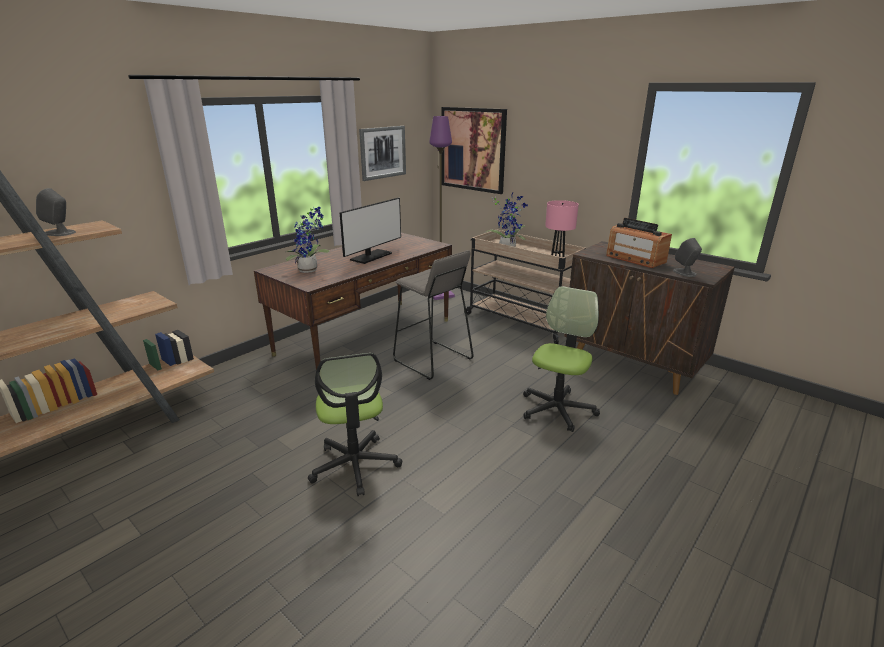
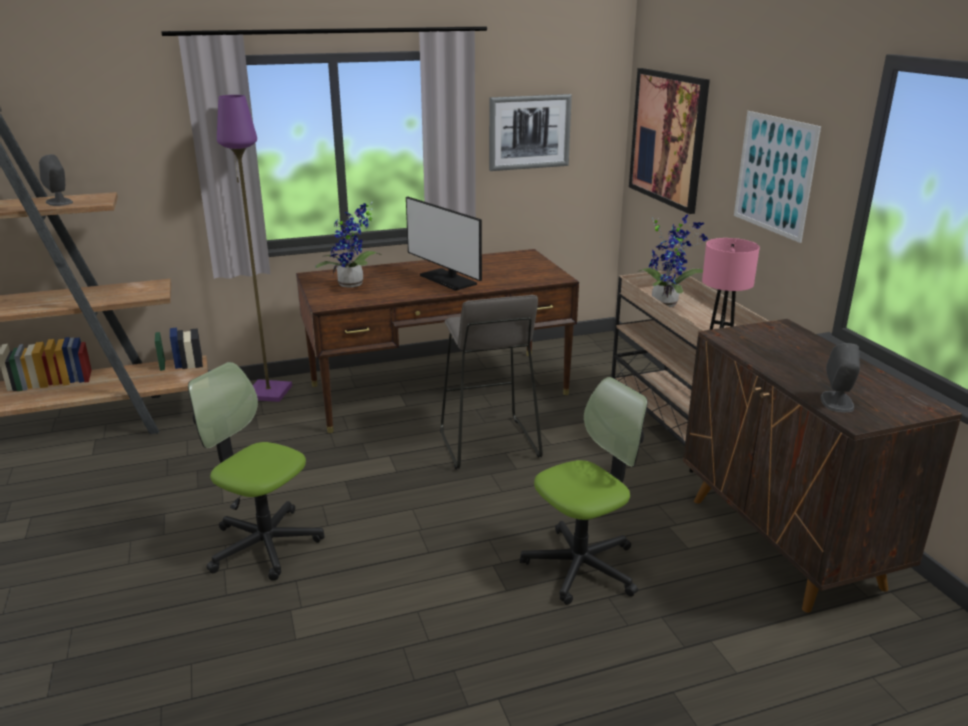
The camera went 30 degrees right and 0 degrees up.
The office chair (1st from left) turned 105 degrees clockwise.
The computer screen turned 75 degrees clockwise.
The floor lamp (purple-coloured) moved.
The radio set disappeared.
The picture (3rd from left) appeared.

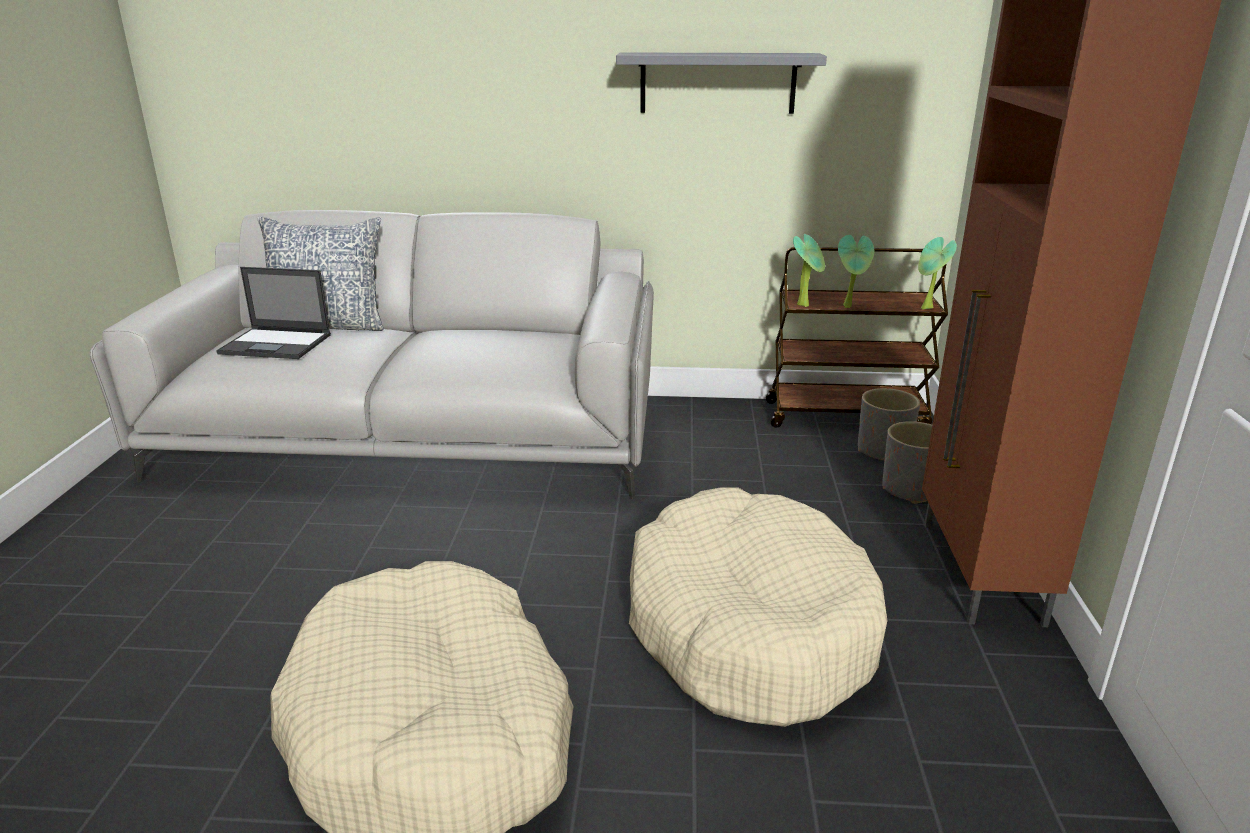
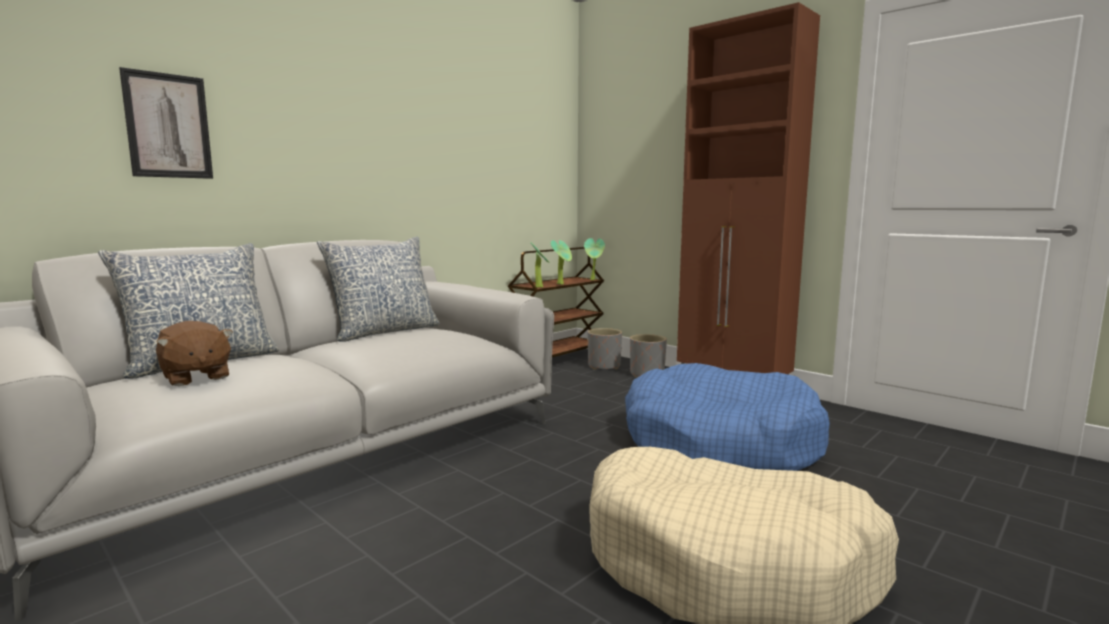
The camera went 50 degrees left and 15 degrees down.
The portable computer was replaced by the plush toy (brown-coloured).
The bracket shelf (grey) disappeared.
The dog bed (beige-coloured) (2nd from left) became the dog bed (blue-coloured).
The picture appeared.
The throw pillow (2nd from left) appeared.

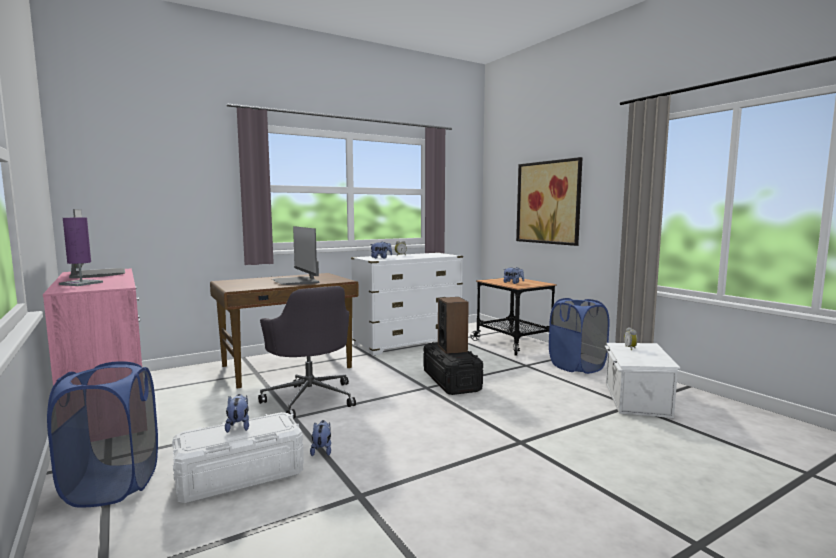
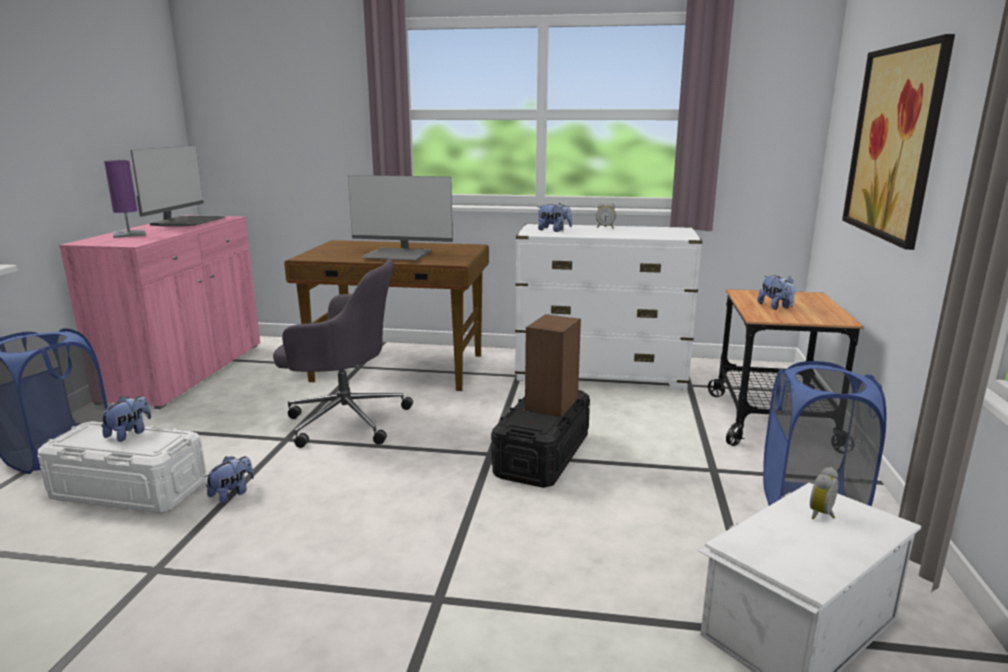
The camera went 40 degrees right and 10 degrees up.
The office chair (grey) turned 90 degrees counterclockwise.
The computer screen (2nd from left) turned 90 degrees counterclockwise.

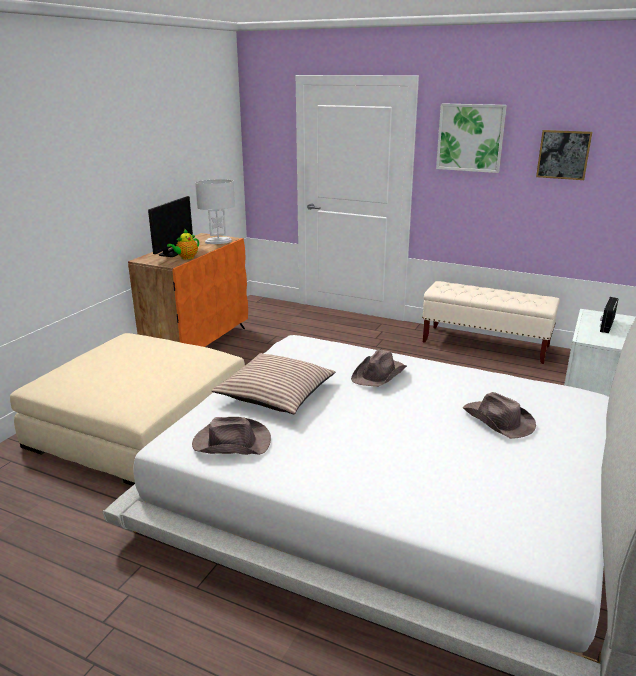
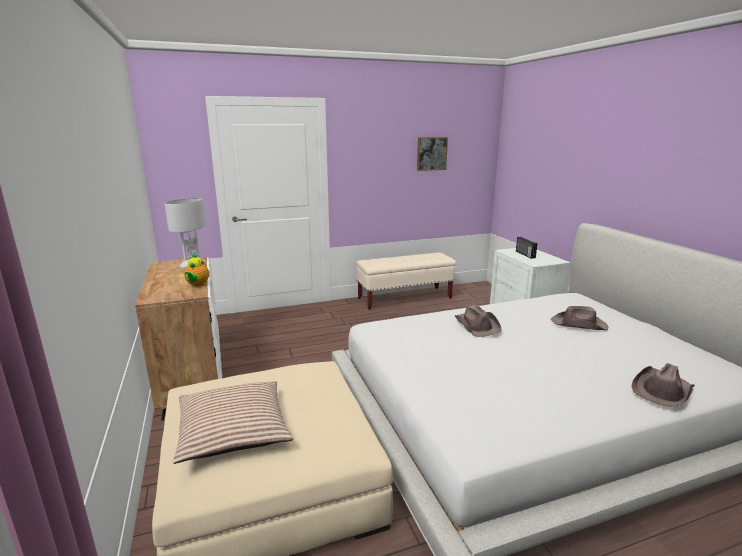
The camera went 45 degrees left and 5 degrees down.
The cabinet (orangey) became the cabinet (whitish).
The computer screen disappeared.
The hat (brown-coloured) (1st from left in the first image) moved.
The throw pillow moved.
The picture (1st from left) disappeared.

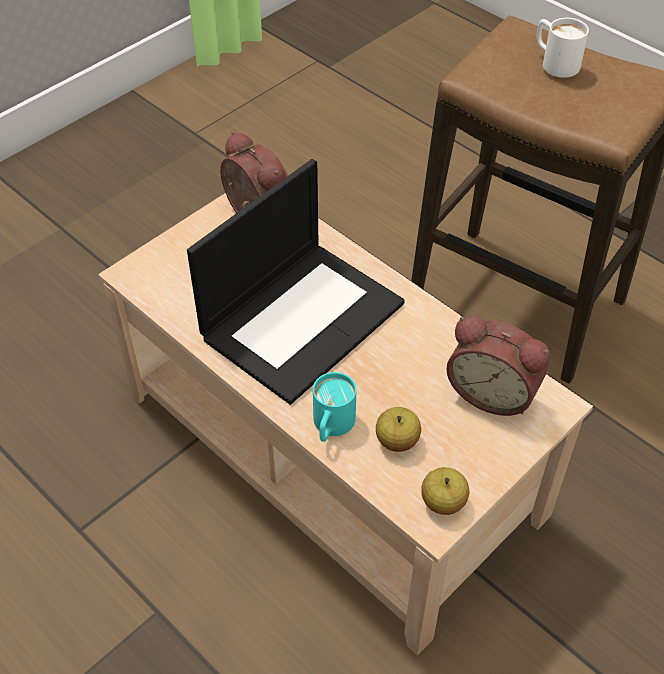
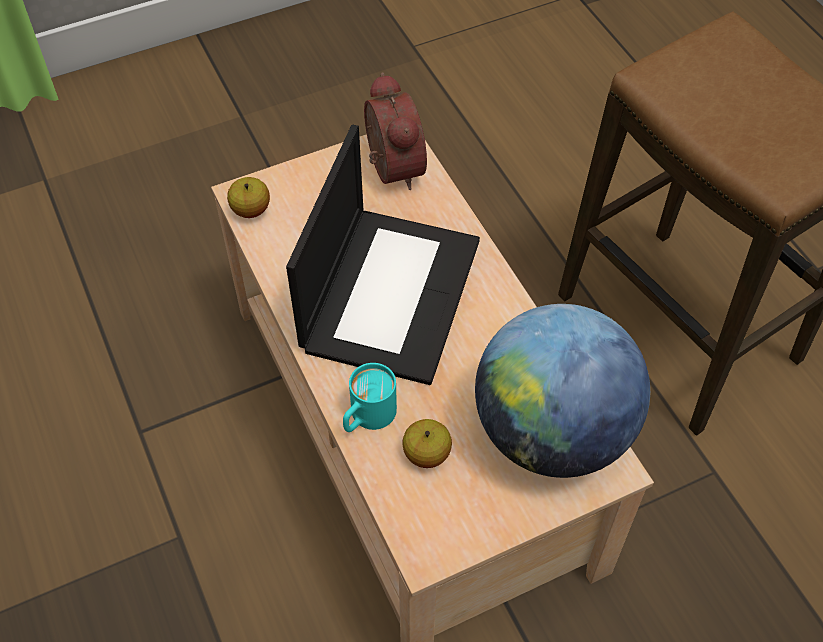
The camera went 20 degrees right and 5 degrees up.
The portable computer turned 45 degrees counterclockwise.
The whole apple (2nd from left in the first image) moved.
The table clock (2nd from left) was replaced by the desk globe.
The tea mug (whitish) disappeared.

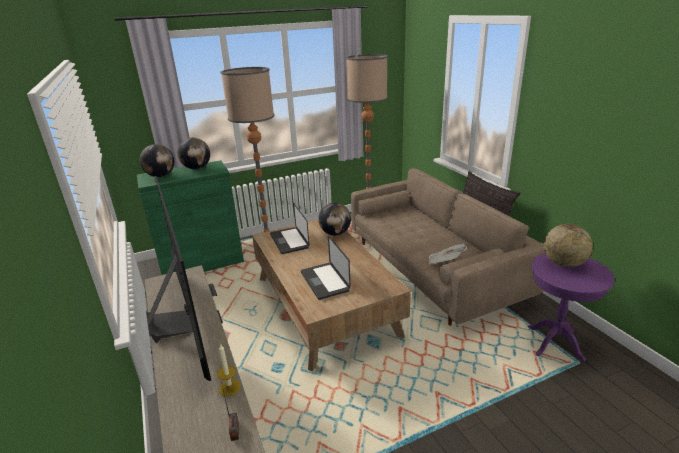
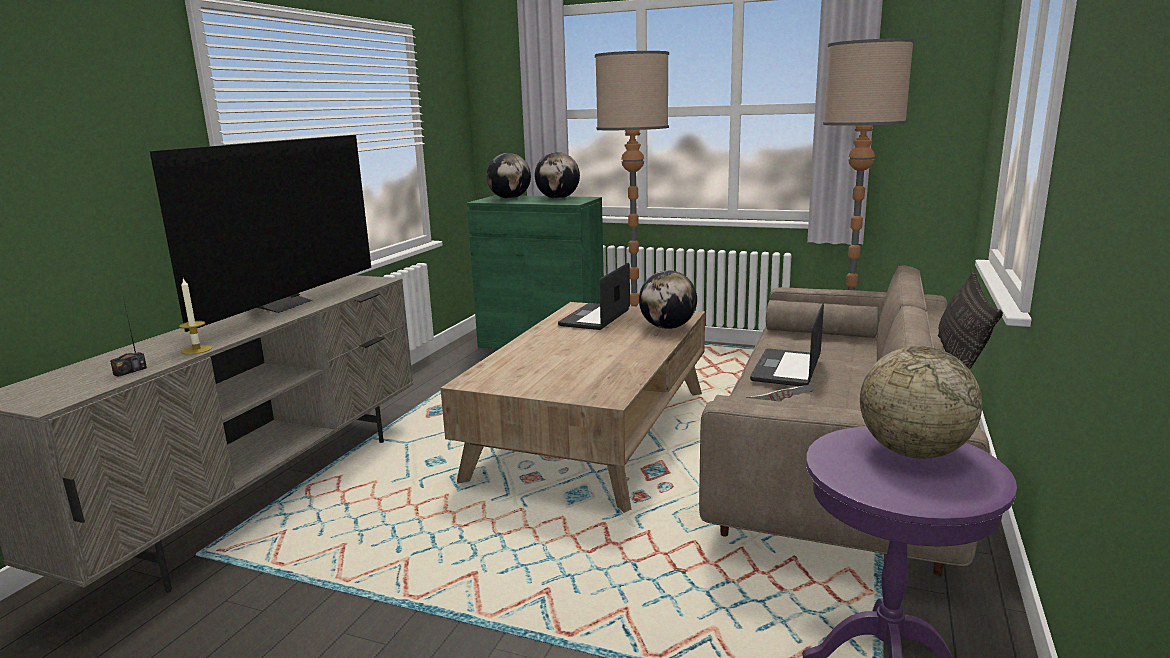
The camera went 45 degrees right and 10 degrees down.
The portable computer (2nd from left) moved.

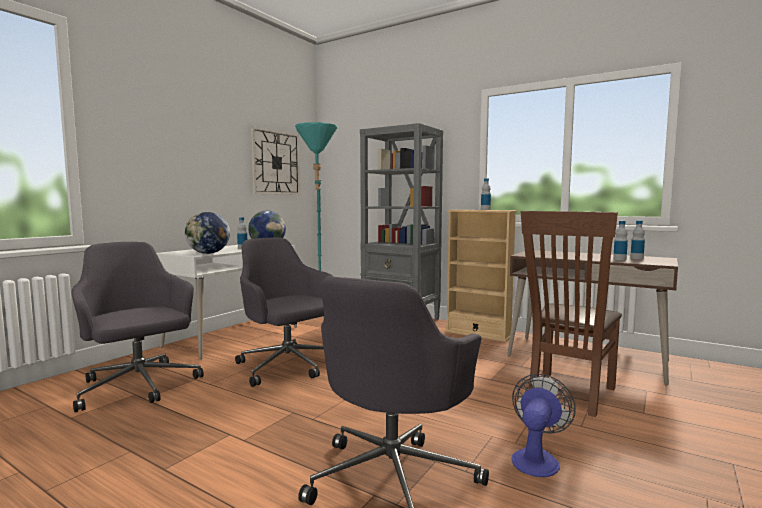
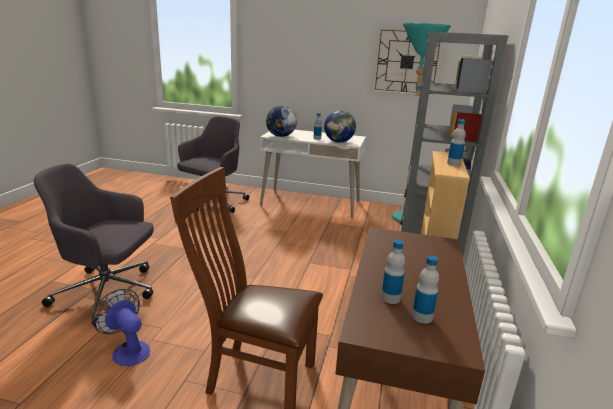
The camera went 70 degrees right and 15 degrees up.
The office chair (grey) (2nd from left) disappeared.
The electric fan turned 150 degrees counterclockwise.

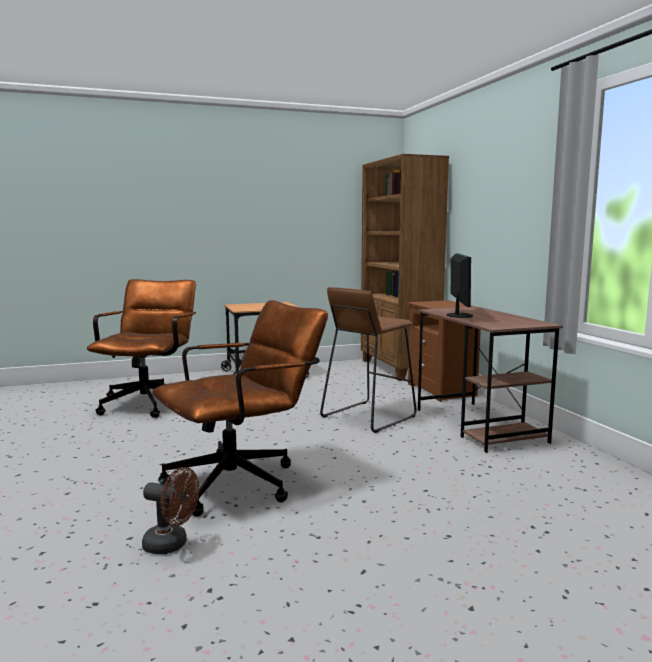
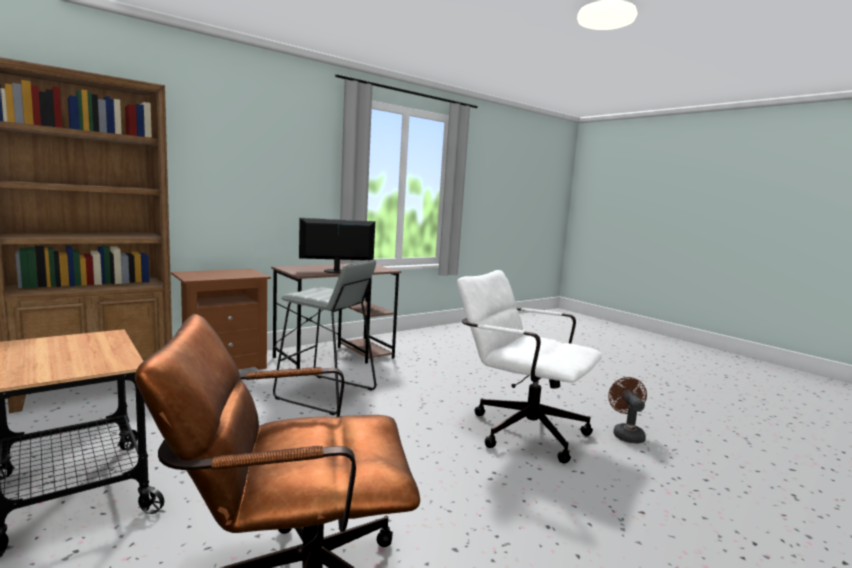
The camera went 110 degrees left and 0 degrees up.
The office chair (brown-coloured) (2nd from left) became the office chair (whitish).
The stool (brown-coloured) became the stool (grey).

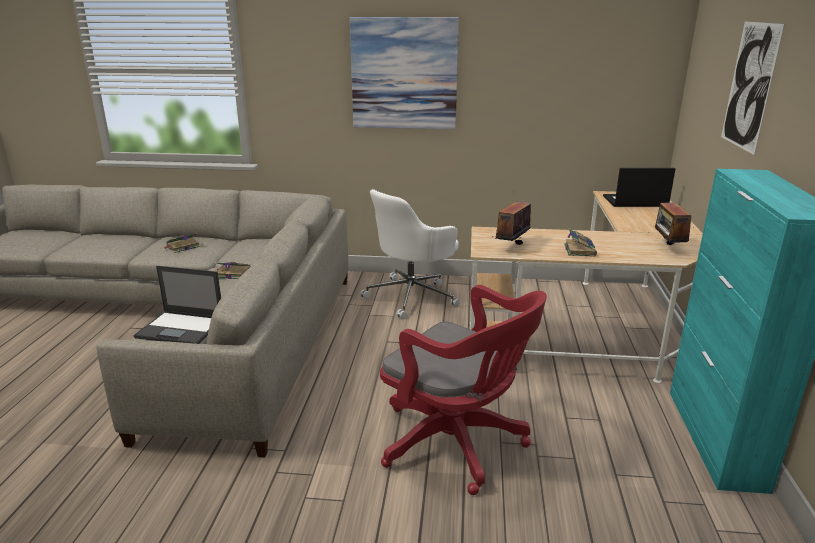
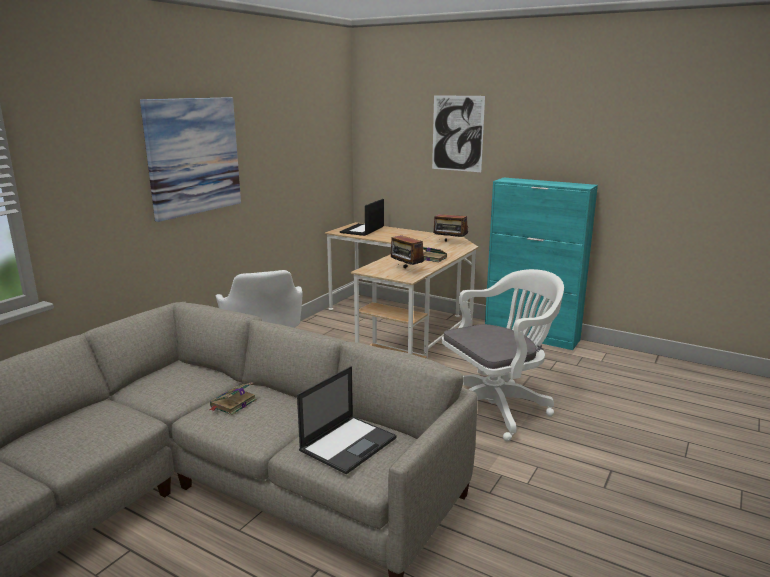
The camera went 65 degrees left and 5 degrees down.
The volume (1st from left) disappeared.
The office chair (reddish) became the office chair (whitish) (2nd from left).

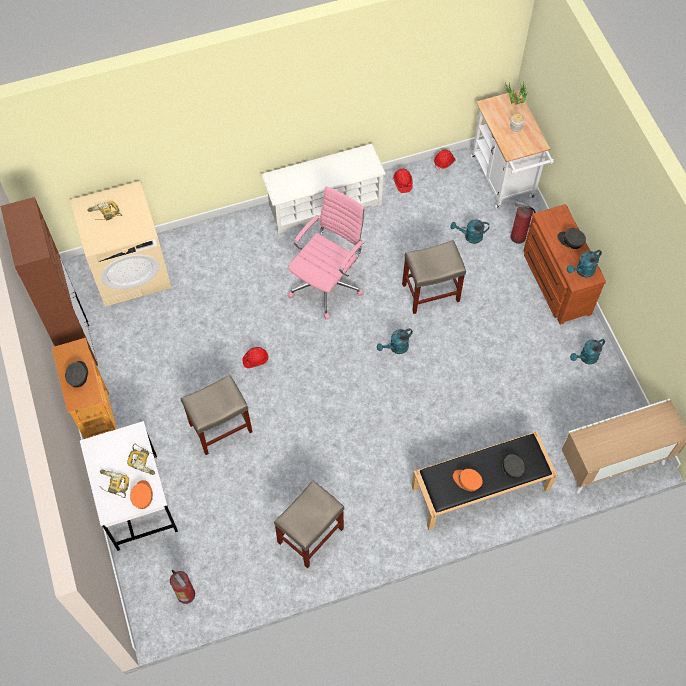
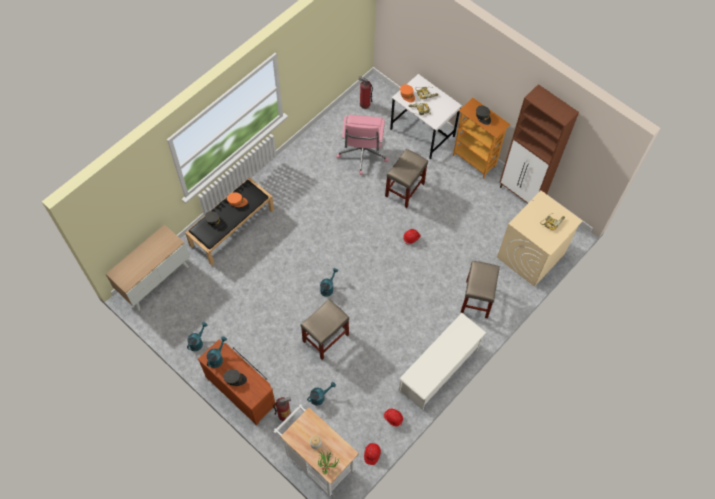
The camera went 150 degrees right and 0 degrees up.
The stool (beige-coloured) (2nd from left in the first image) moved.
The office chair (pinkish) moved.

